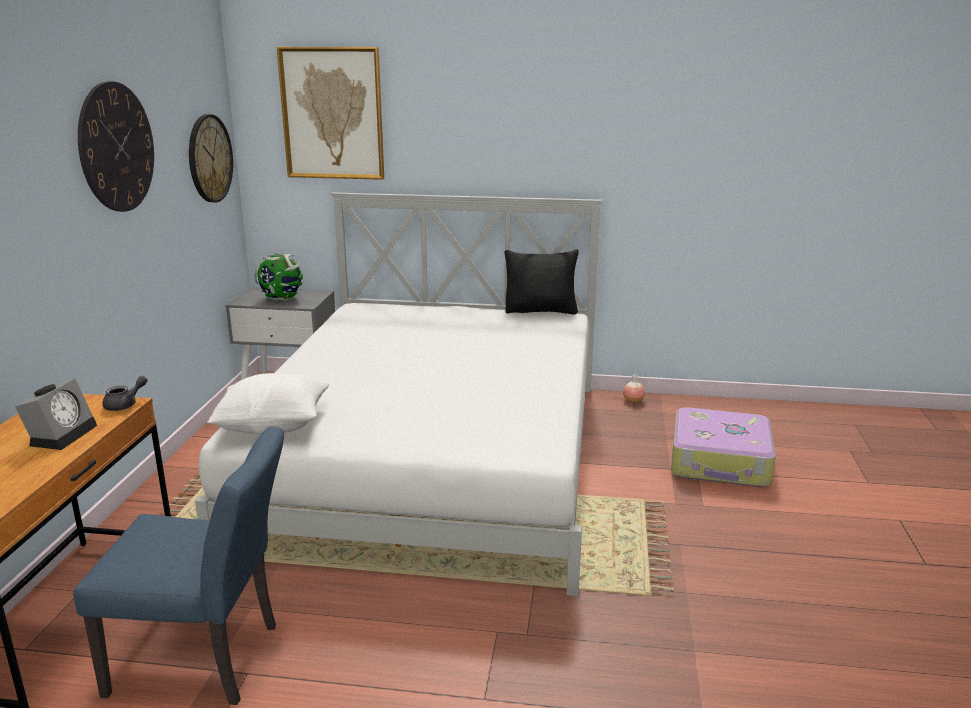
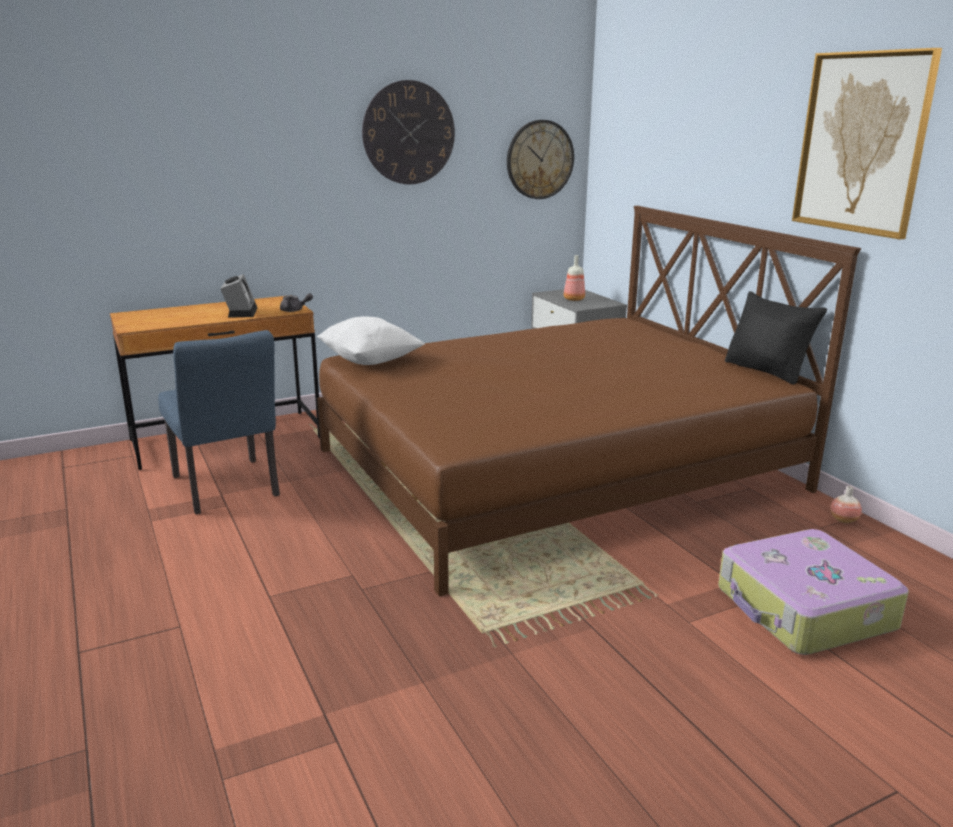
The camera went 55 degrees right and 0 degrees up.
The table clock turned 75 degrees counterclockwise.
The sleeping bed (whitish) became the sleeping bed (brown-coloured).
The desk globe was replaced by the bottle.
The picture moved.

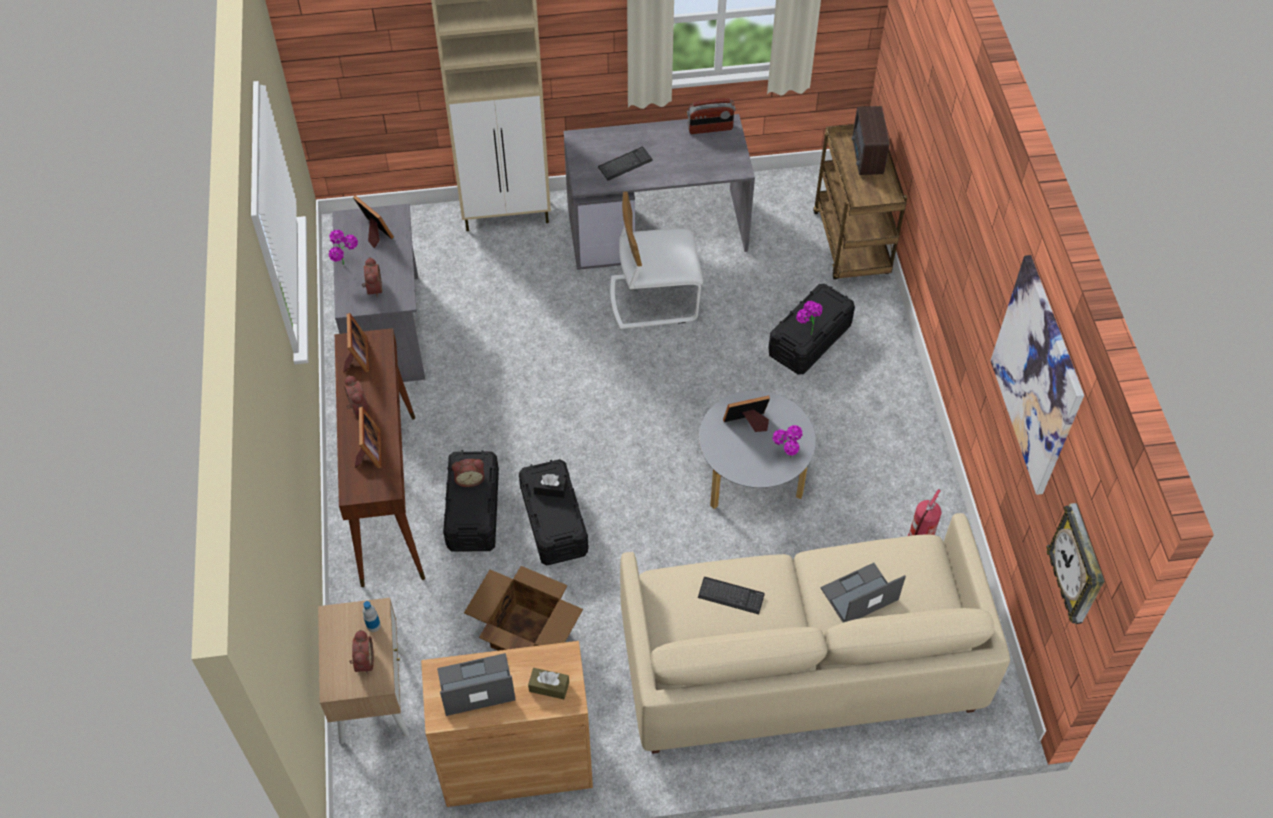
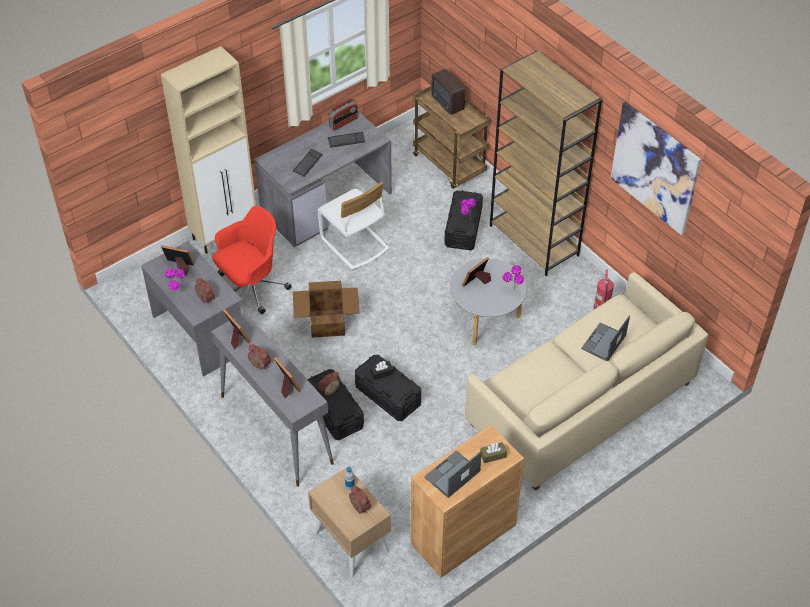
The camera went 30 degrees left and 5 degrees down.
The hall table (brown-coloured) became the hall table (grey).
The carton moved.
The chair (whitish) turned 90 degrees counterclockwise.
The PC keyboard (2nd from left) moved.
The hanging clock disappeared.
The office chair (reddish) appeared.
The bookcase (brown-coloured) appeared.

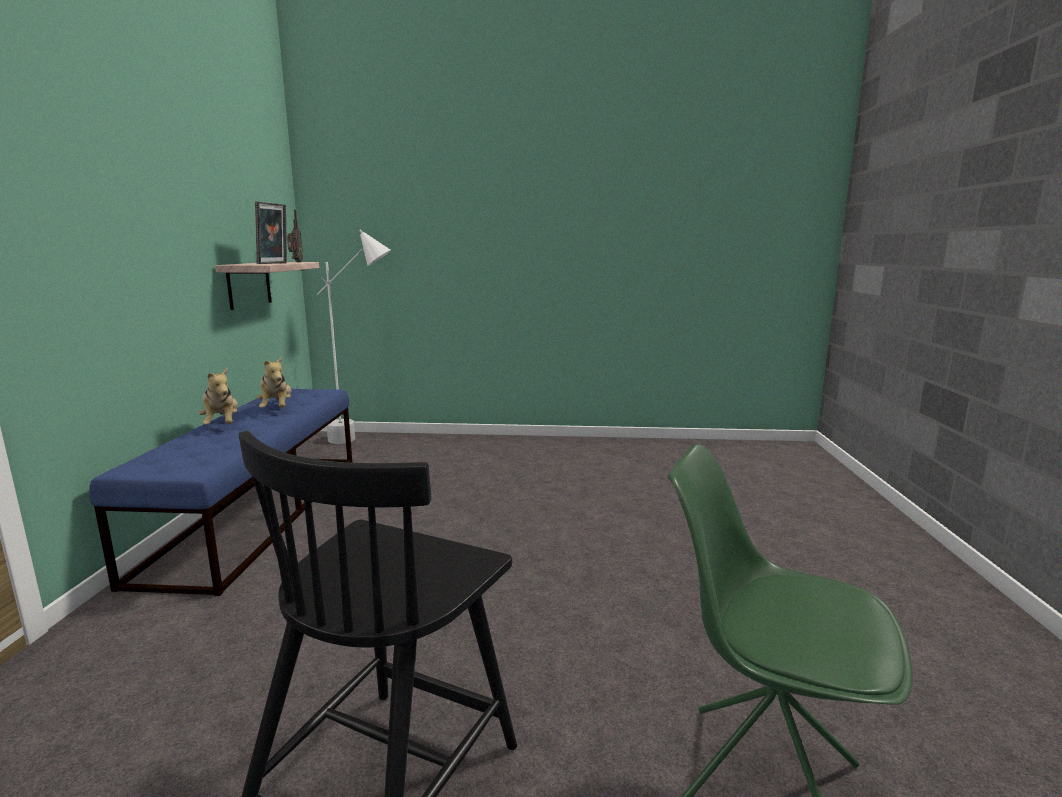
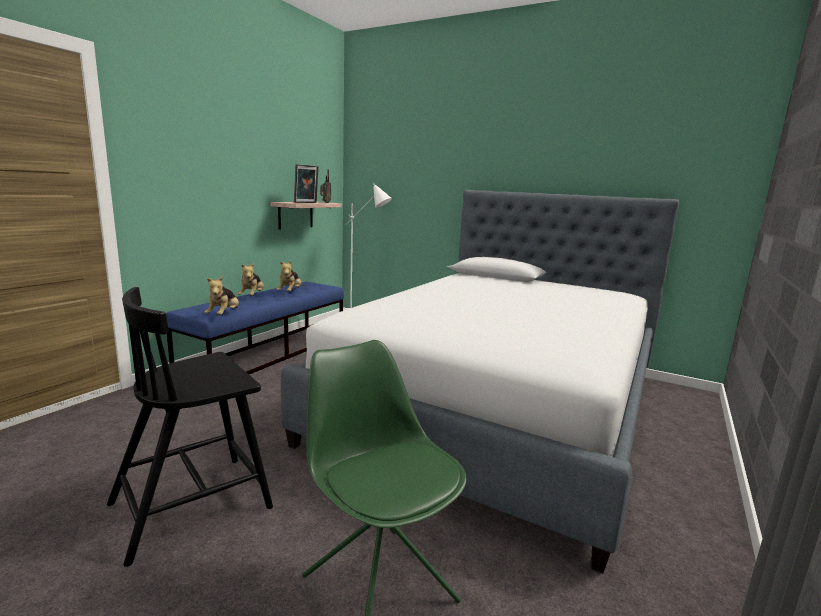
The camera went 25 degrees right and 0 degrees up.
The plush toy (1st from left) appeared.
The sleeping bed appeared.

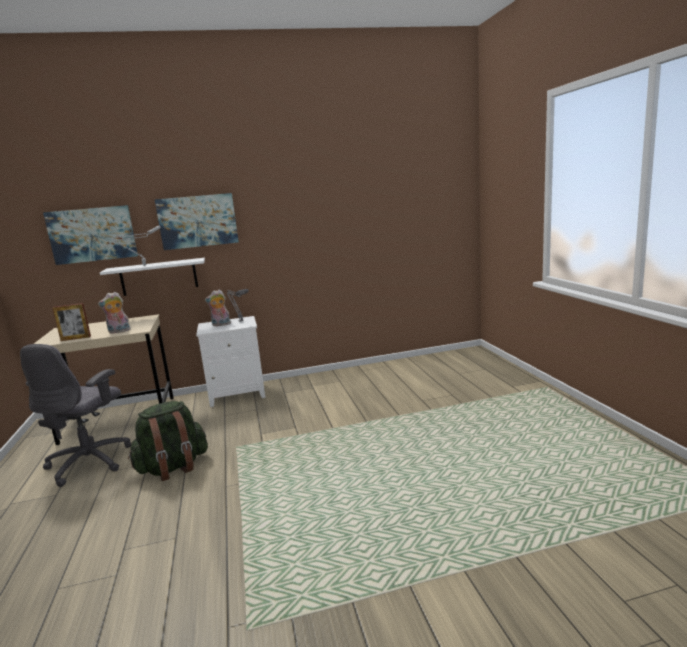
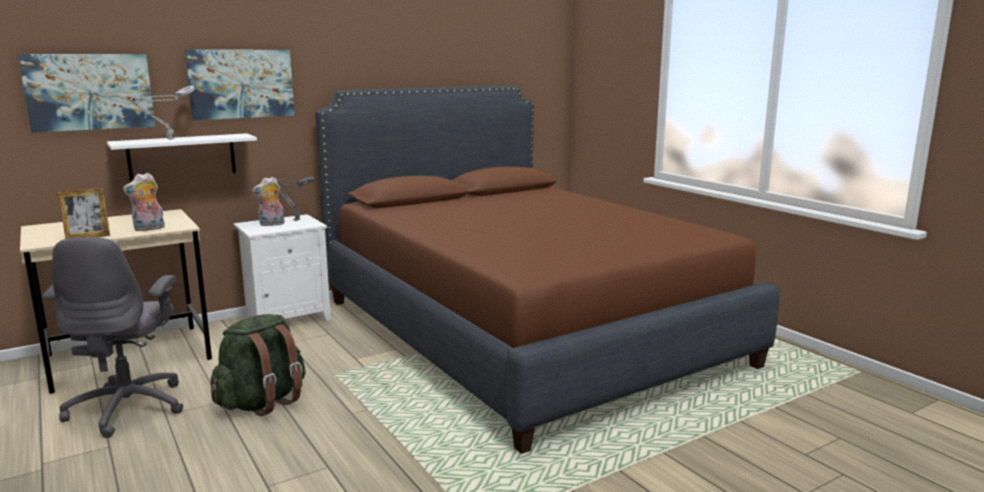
The camera went 20 degrees left and 0 degrees up.
The sleeping bed (brown-coloured) appeared.

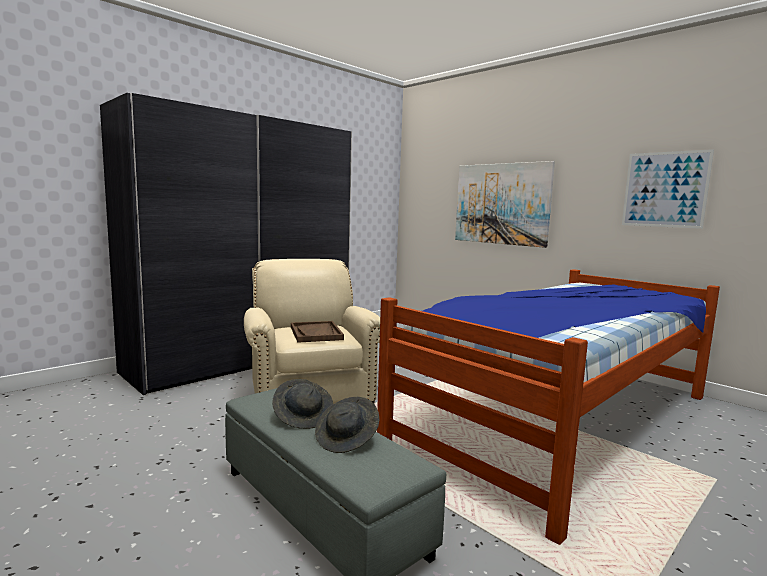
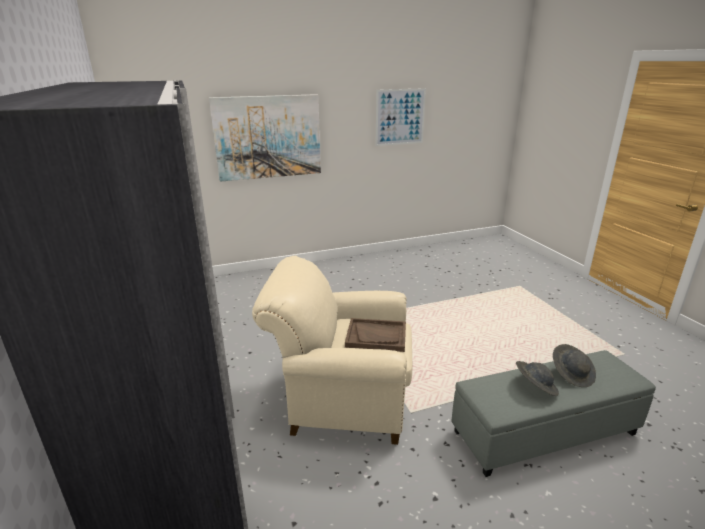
The camera went 65 degrees left and 15 degrees up.
The sleeping bed disappeared.

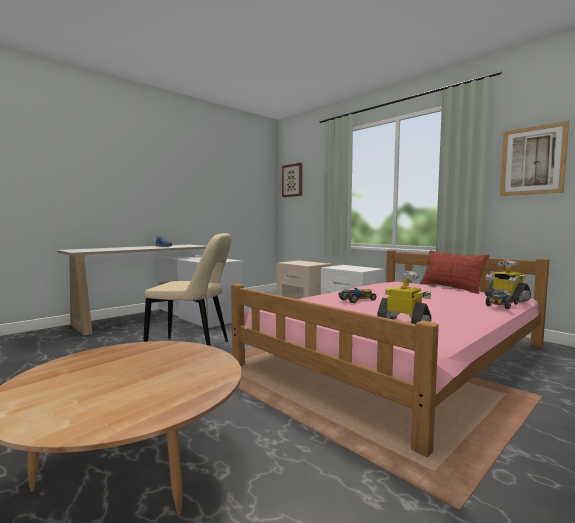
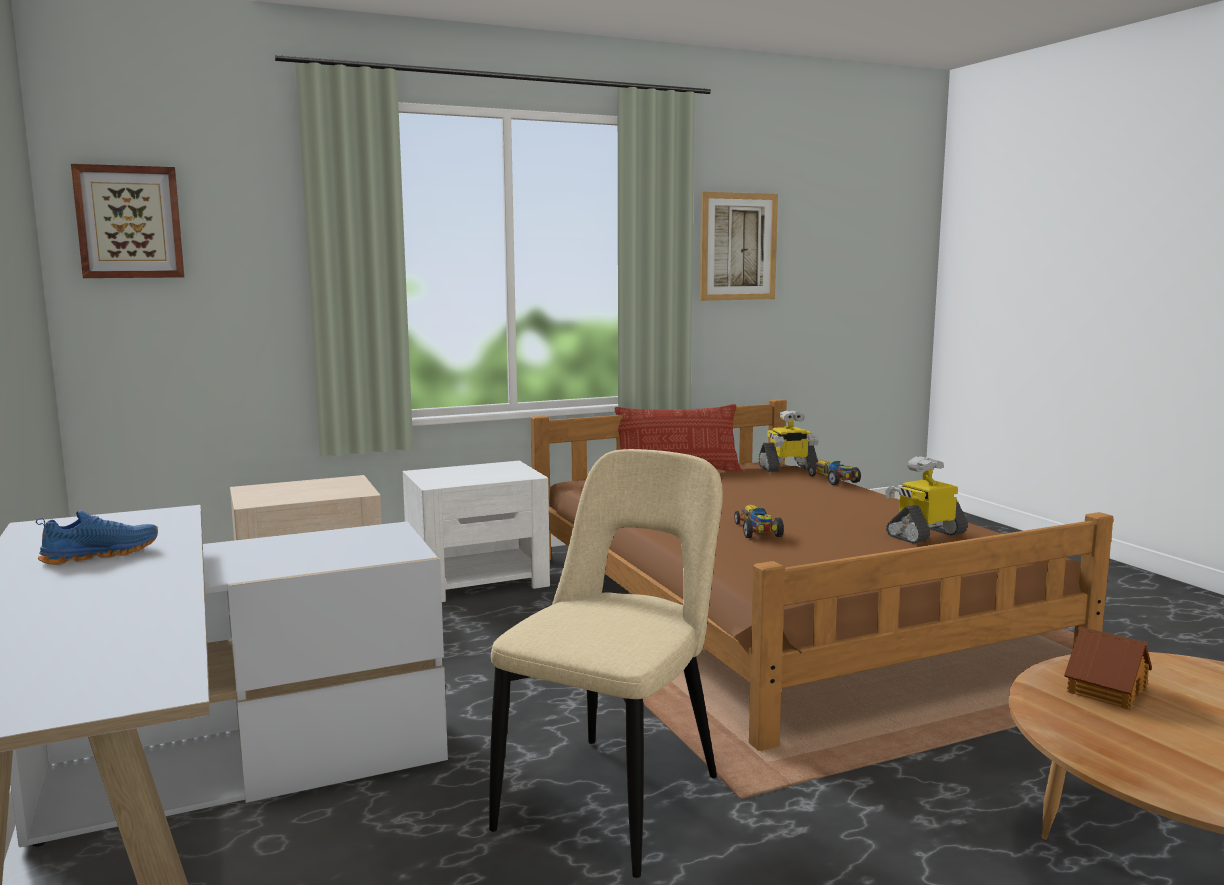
The camera went 70 degrees left and 5 degrees up.
The sleeping bed (pinkish) became the sleeping bed (brown-coloured).
The miniature house appeared.

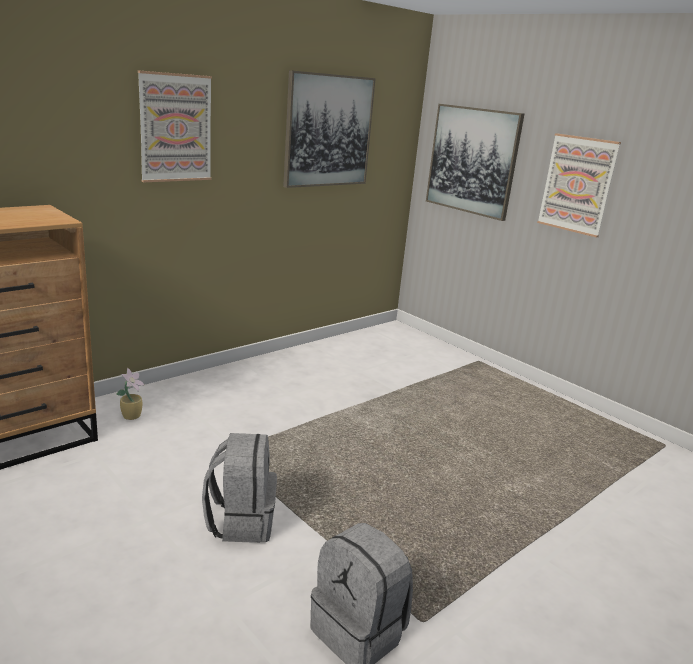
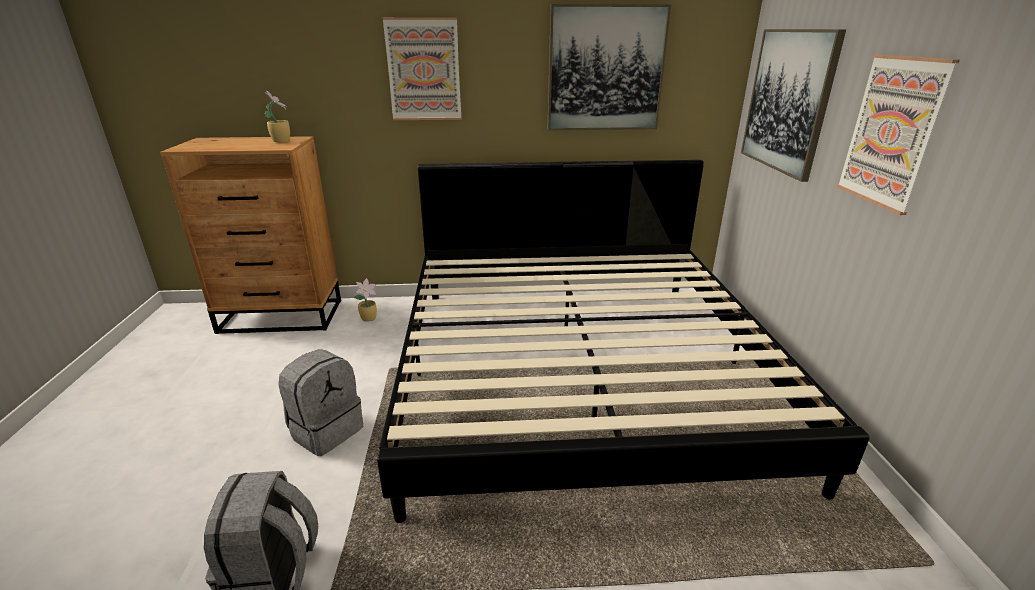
The camera went 40 degrees right and 5 degrees up.
The houseplant (1st from left) appeared.
The sleeping bed appeared.

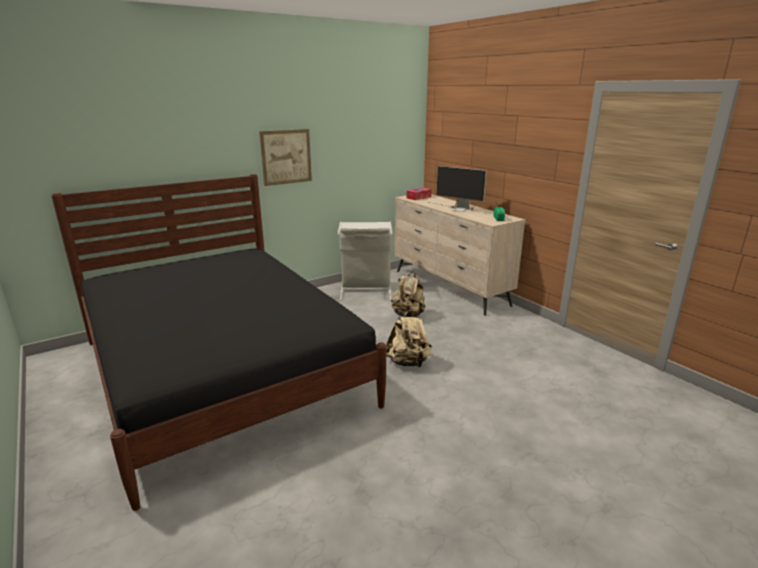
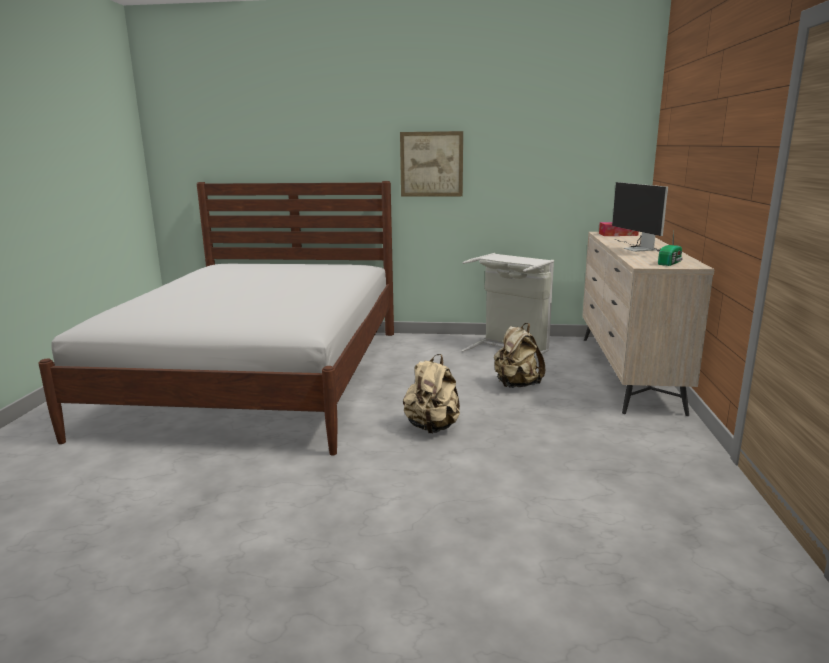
The camera went 40 degrees right and 5 degrees down.
The sleeping bed (black) became the sleeping bed (whitish).

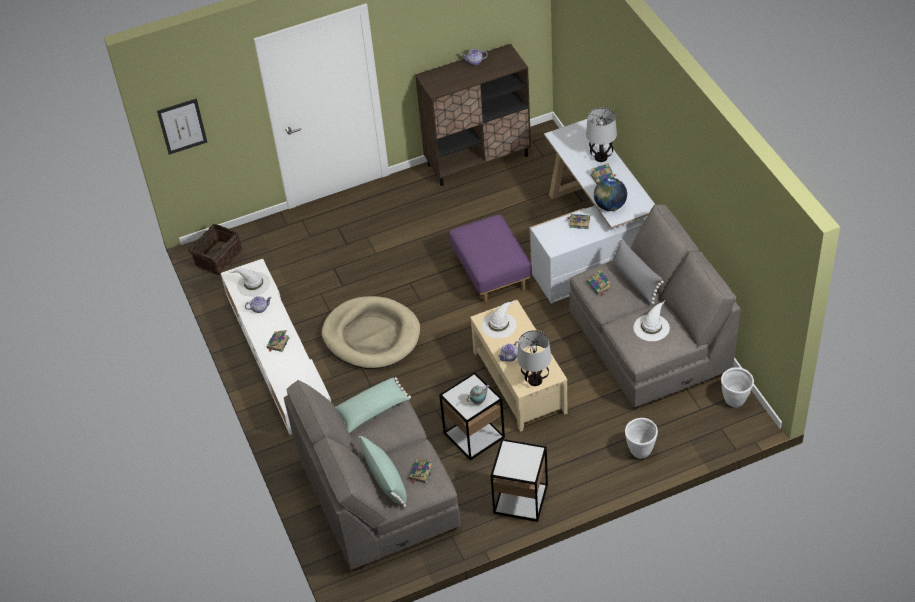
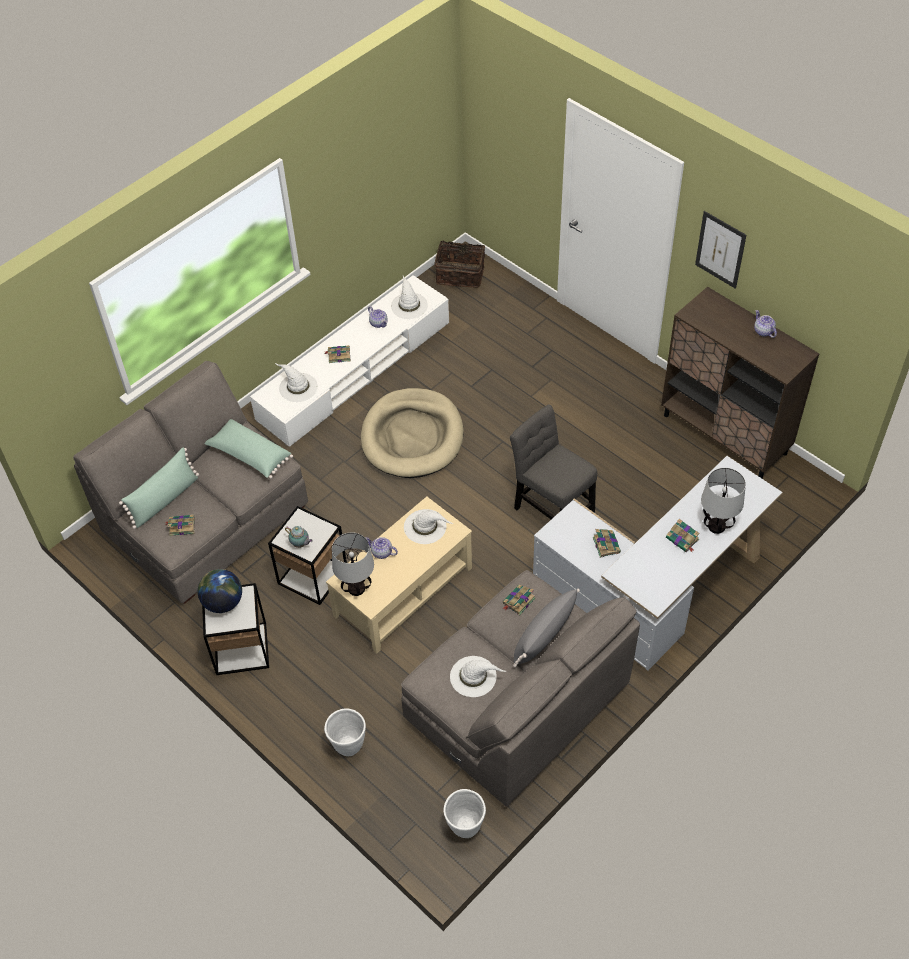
The camera went 65 degrees right and 5 degrees up.
The picture moved.
The ottoman (purple-coloured) was replaced by the chair (grey).
The desk globe moved.
The hat (whitish) (1st from left) appeared.

